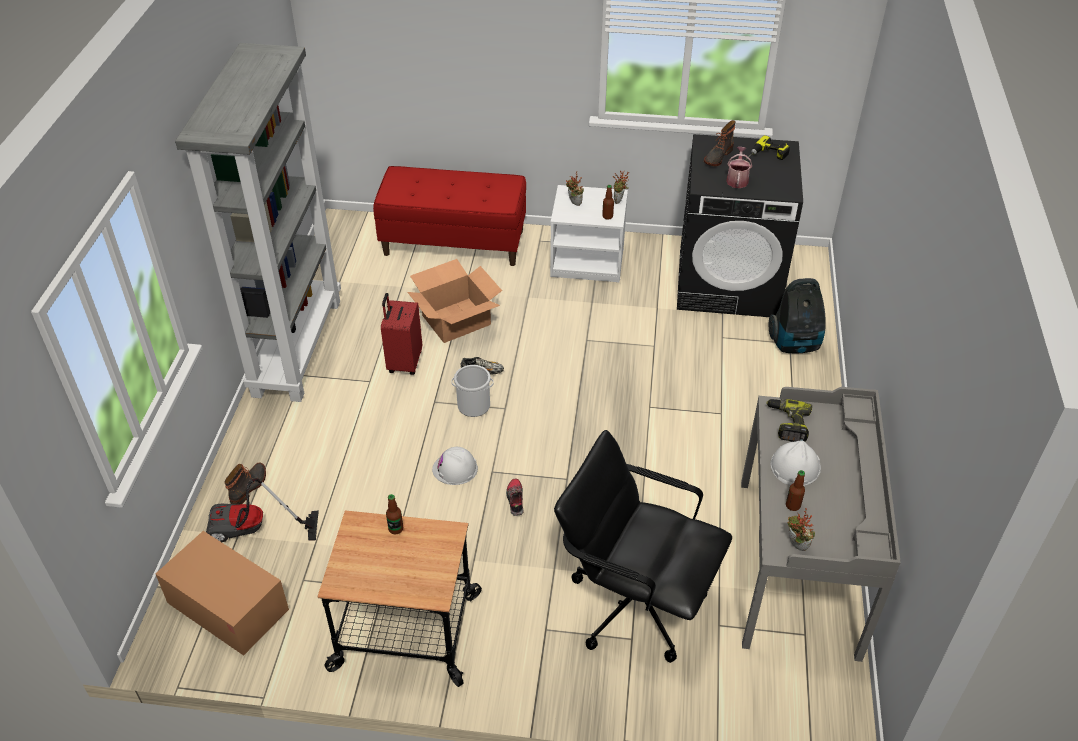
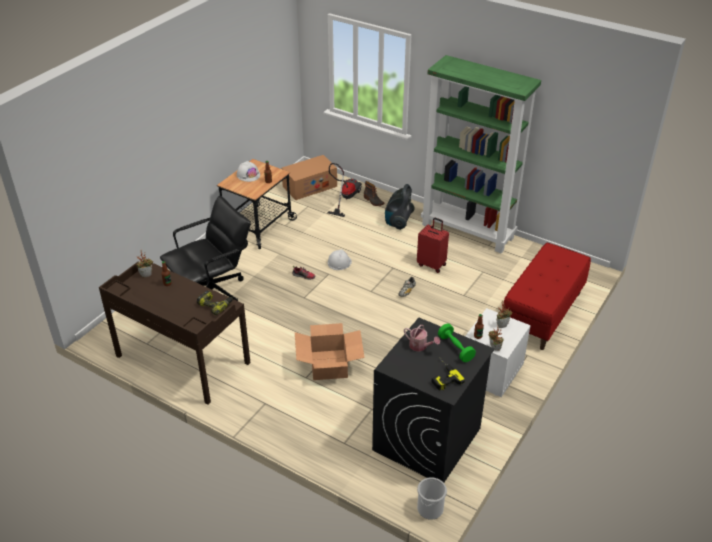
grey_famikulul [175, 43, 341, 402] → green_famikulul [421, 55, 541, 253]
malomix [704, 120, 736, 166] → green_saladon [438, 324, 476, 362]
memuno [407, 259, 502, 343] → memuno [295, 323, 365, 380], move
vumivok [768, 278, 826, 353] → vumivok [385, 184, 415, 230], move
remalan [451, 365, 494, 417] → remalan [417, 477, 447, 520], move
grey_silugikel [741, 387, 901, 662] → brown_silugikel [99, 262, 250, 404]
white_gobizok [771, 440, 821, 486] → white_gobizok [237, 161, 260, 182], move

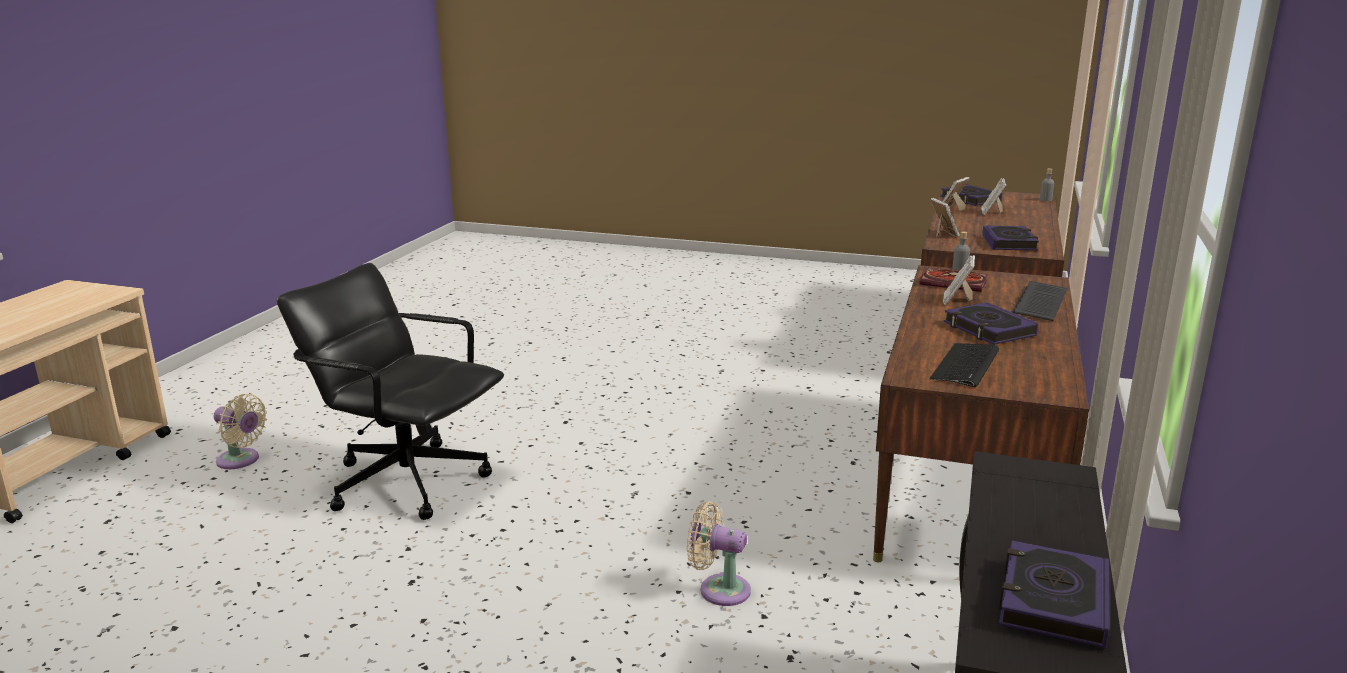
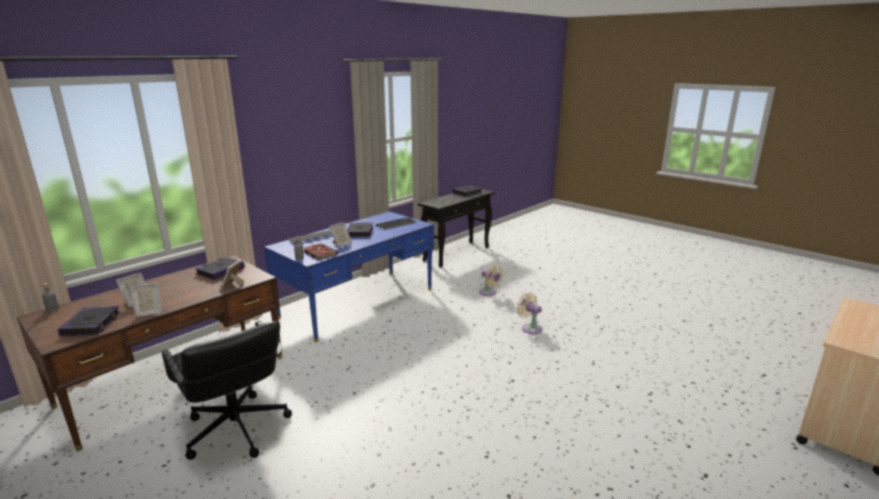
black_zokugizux [277, 263, 504, 520] → black_zokugizux [162, 321, 292, 460], move
brown_silugikel [873, 265, 1089, 562] → blue_silugikel [264, 211, 434, 342]
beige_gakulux [214, 394, 267, 469] → beige_gakulux [517, 293, 542, 334], move

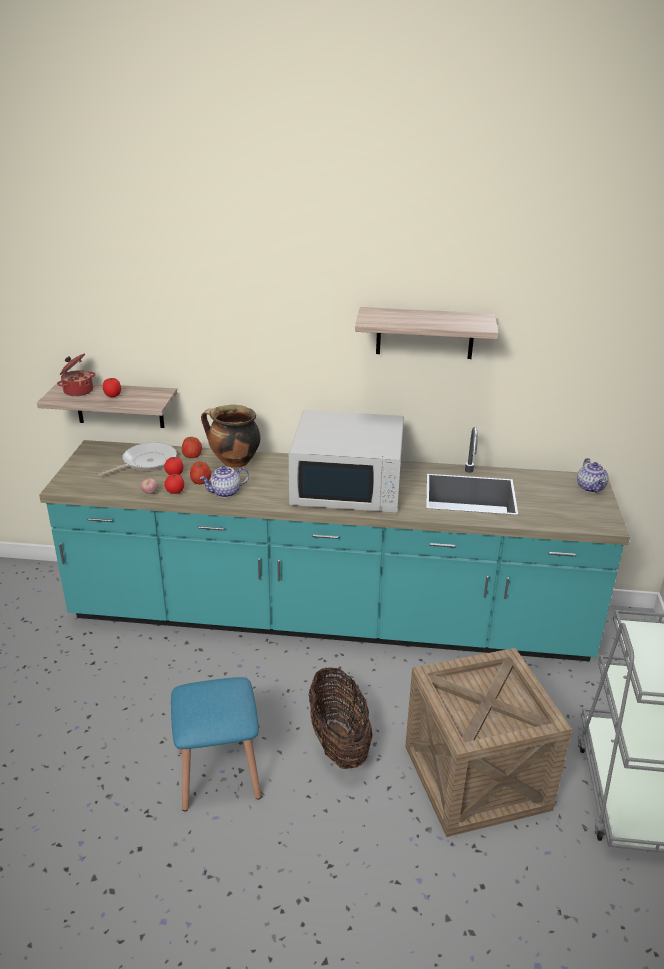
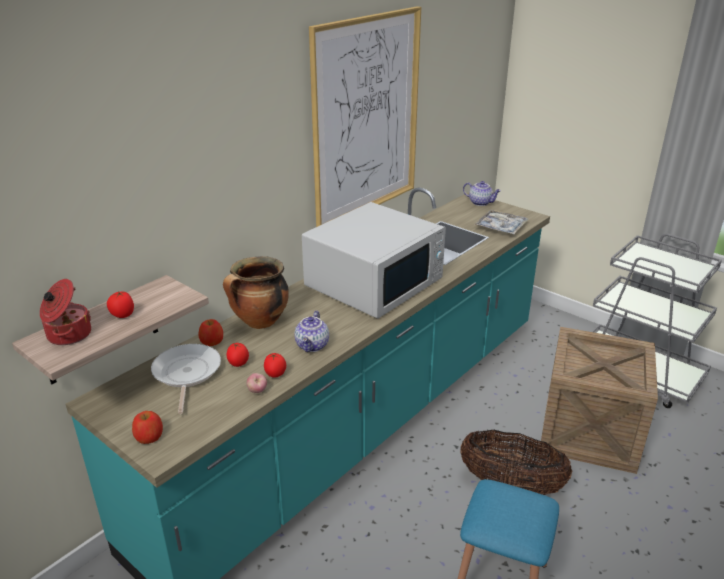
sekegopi [355, 307, 499, 359] → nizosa [309, 6, 421, 227]
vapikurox [190, 461, 211, 484] → vapikurox [132, 411, 163, 444], move
- → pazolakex [475, 209, 528, 234]

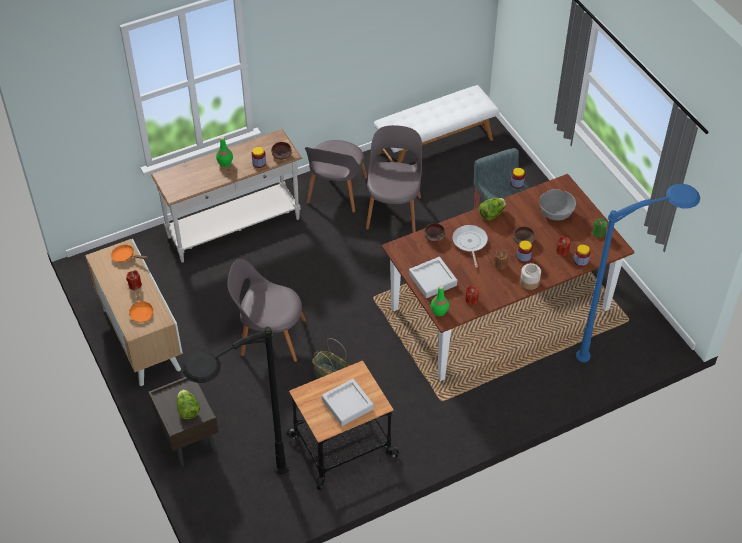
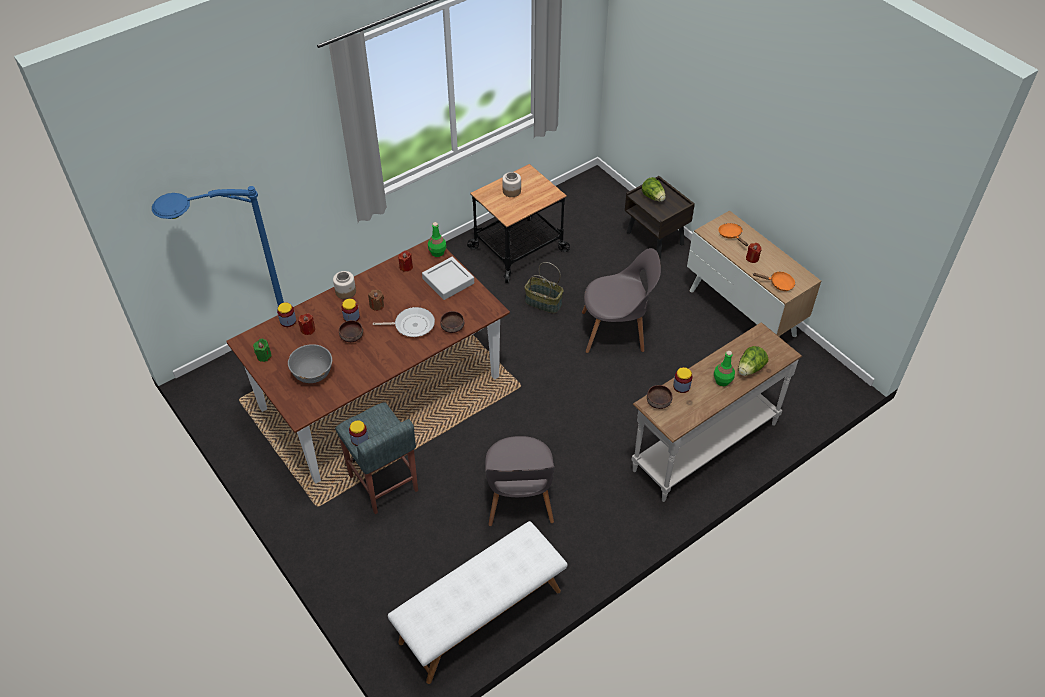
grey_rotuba [305, 140, 367, 213] → -
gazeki [479, 198, 506, 220] → gazeki [738, 346, 768, 376], move
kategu [452, 225, 488, 268] → kategu [373, 307, 435, 337], 75 degrees counterclockwise
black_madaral [183, 327, 289, 474] → -
grey_pazolakex [322, 379, 374, 426] → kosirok [502, 172, 521, 197]

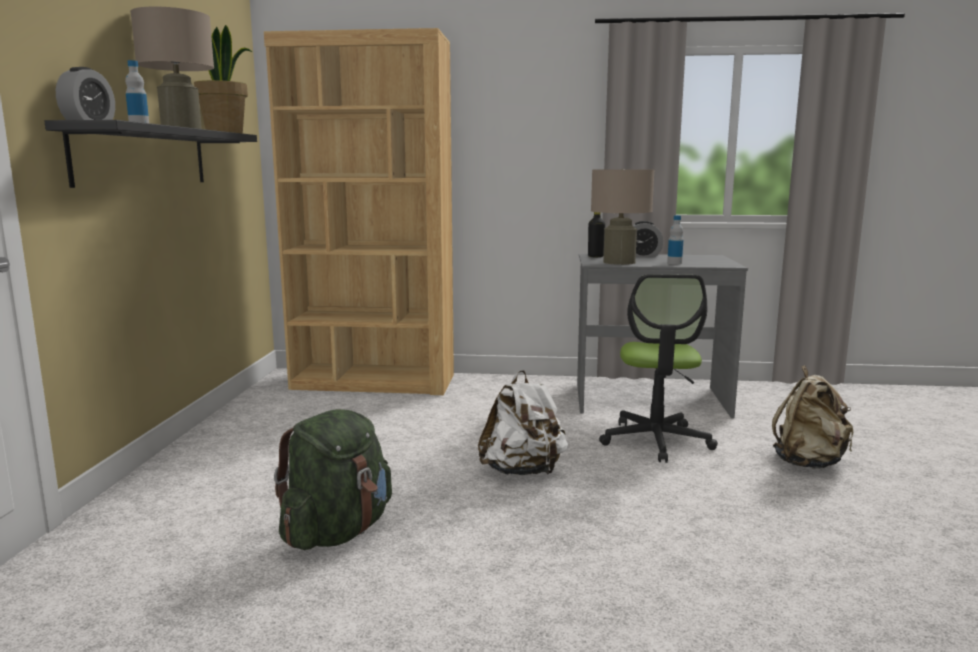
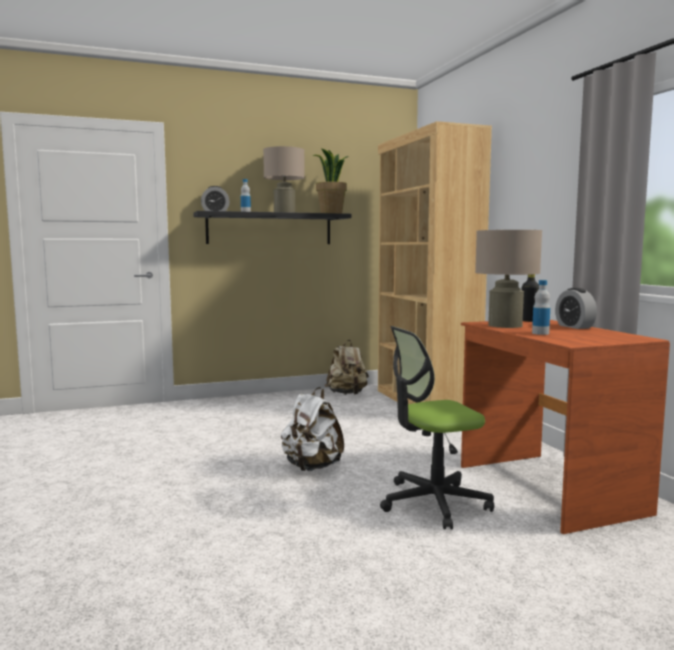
grey_silugikel [577, 254, 748, 418] → brown_silugikel [461, 320, 670, 534]
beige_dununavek [772, 366, 854, 469] → beige_dununavek [325, 340, 369, 395], move
green_dununavek [274, 409, 392, 550] → -

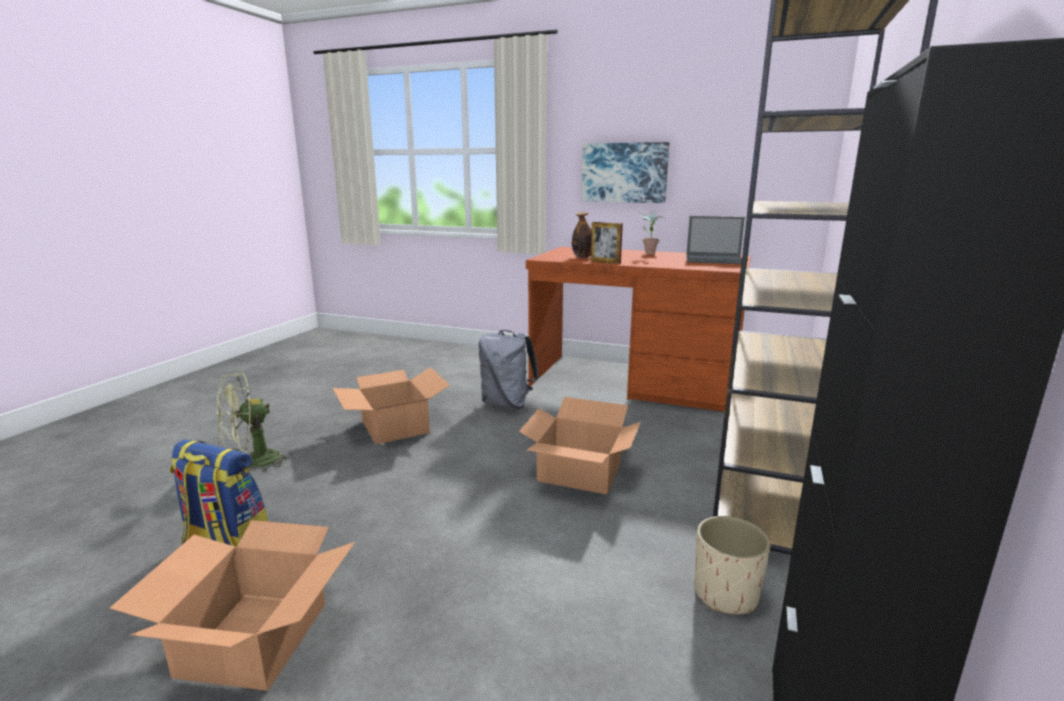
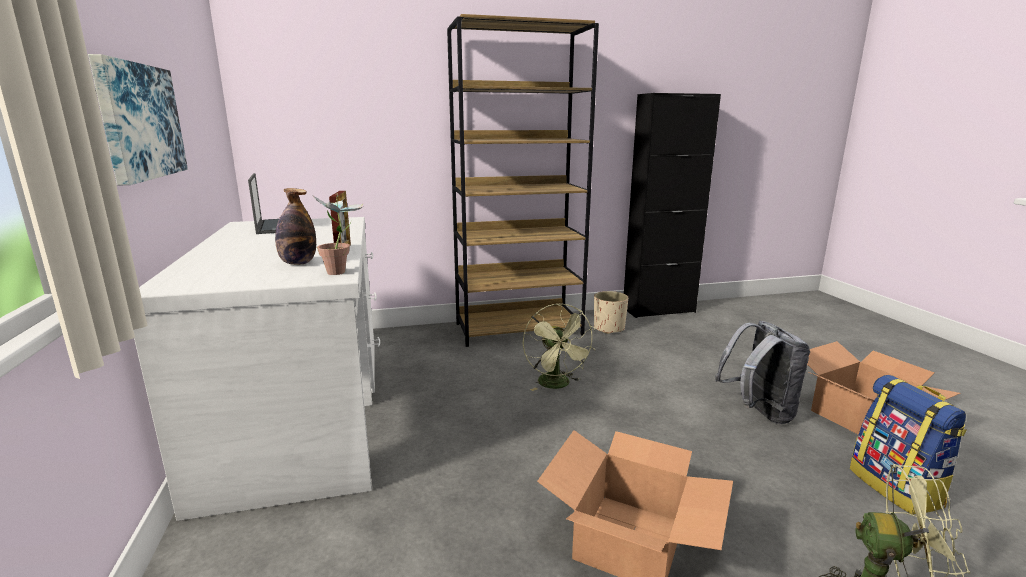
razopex [639, 211, 665, 254] → razopex [312, 193, 364, 275], move
brown_silugikel [526, 247, 751, 412] → white_silugikel [133, 217, 380, 521]
grey_dununavek [479, 330, 539, 409] → grey_dununavek [715, 321, 810, 424], move
memuno [519, 397, 641, 494] → green_gakulux [523, 304, 596, 391]

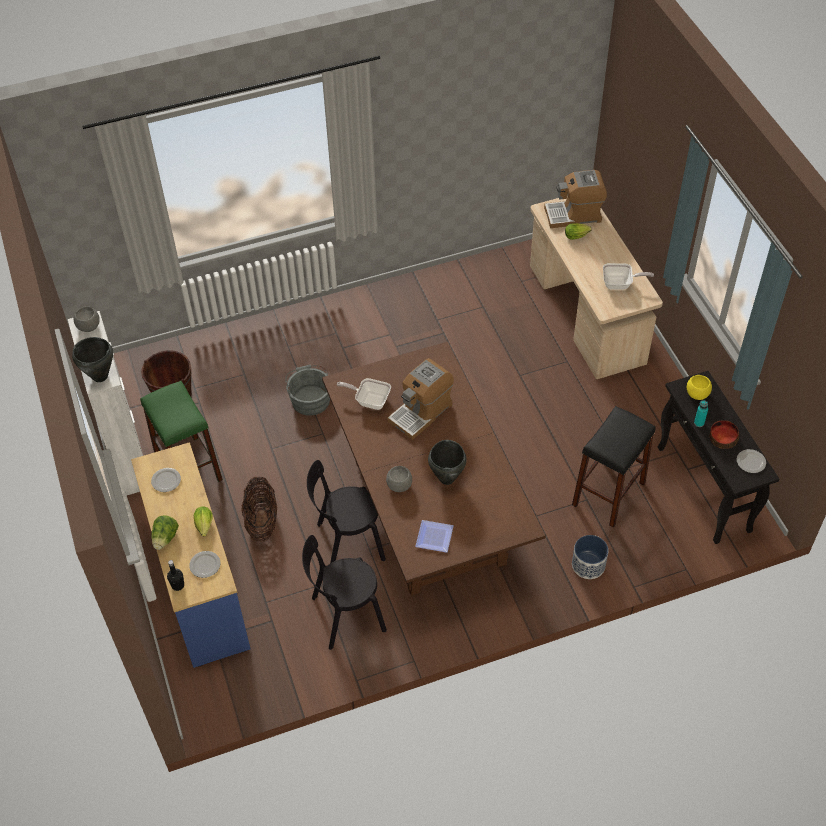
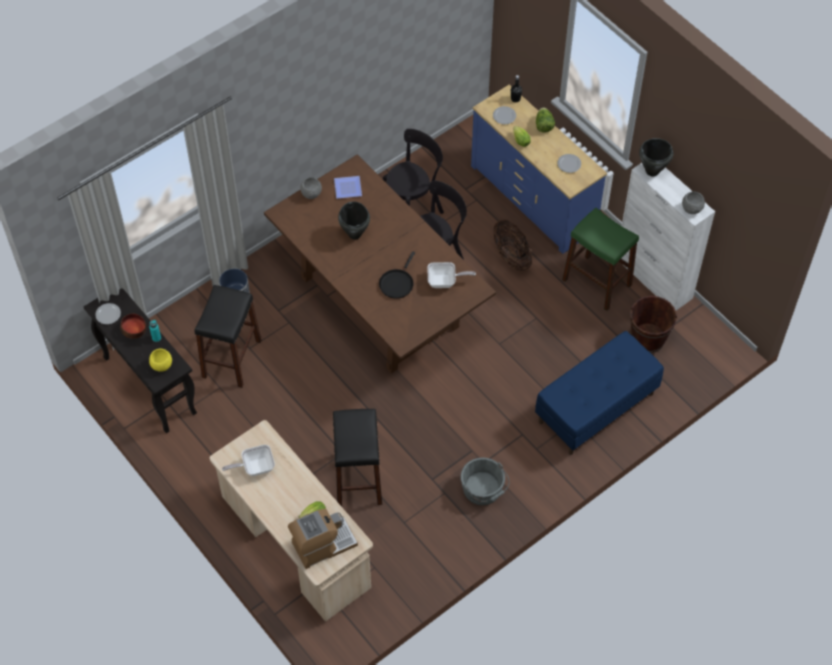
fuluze [387, 358, 454, 440] → black_kategu [379, 252, 415, 299]
grey_remalan [285, 365, 330, 416] → grey_remalan [460, 457, 510, 505], move
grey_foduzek [386, 466, 412, 492] → grey_foduzek [300, 177, 322, 199], move
- → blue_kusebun [535, 331, 664, 455]
- → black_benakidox [333, 409, 382, 507]

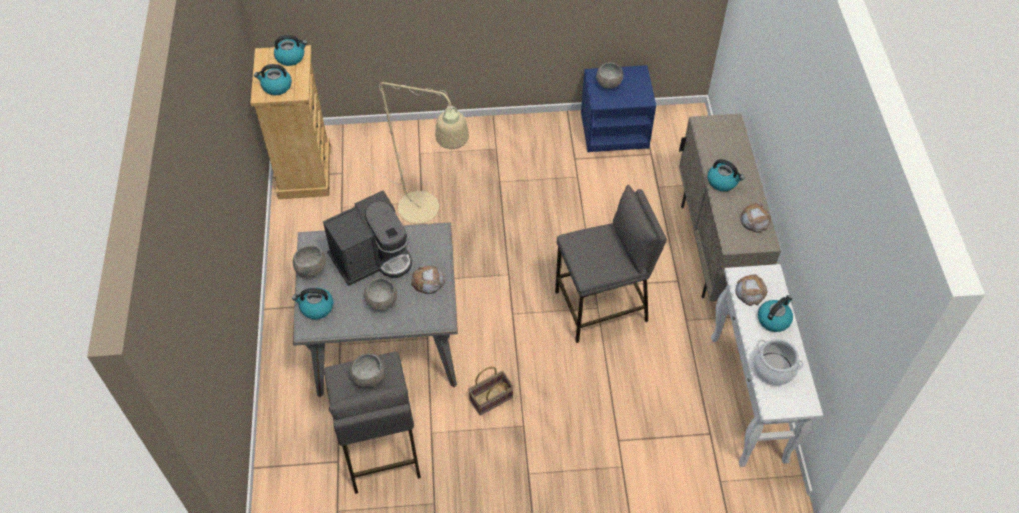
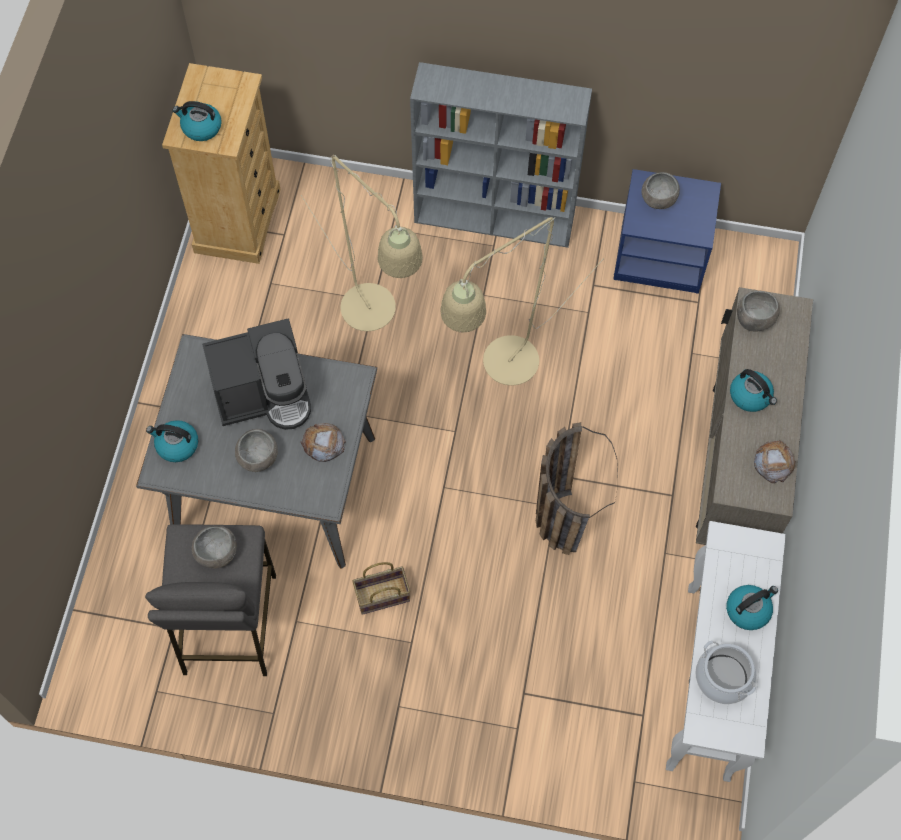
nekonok [274, 35, 307, 66] → -
grey_benakidox [555, 185, 667, 343] → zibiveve [536, 422, 618, 555]
grey_foduzek [293, 245, 326, 278] → grey_foduzek [737, 291, 780, 332], move
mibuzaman [735, 274, 768, 306] → -
- → grey_famikulul [410, 62, 592, 248]
- → beige_madaral [440, 217, 604, 385]

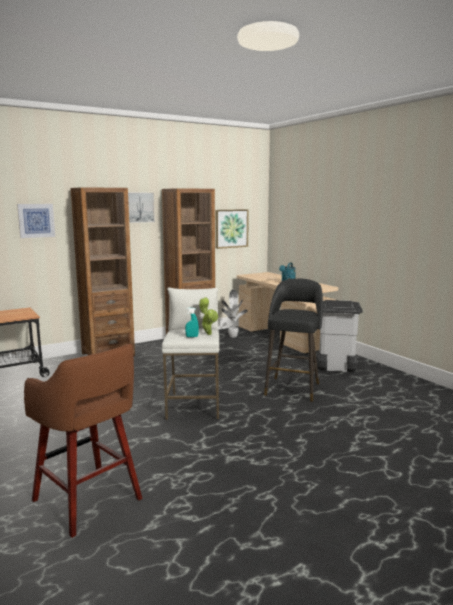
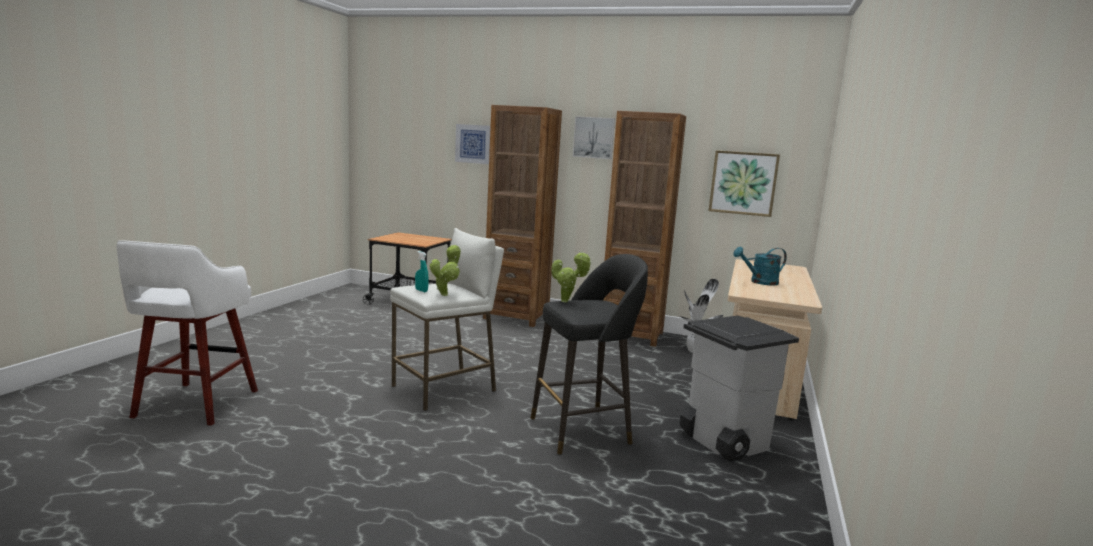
brown_benakidox [24, 344, 142, 538] → white_benakidox [116, 240, 258, 426]
- → razopex [551, 251, 592, 302]

